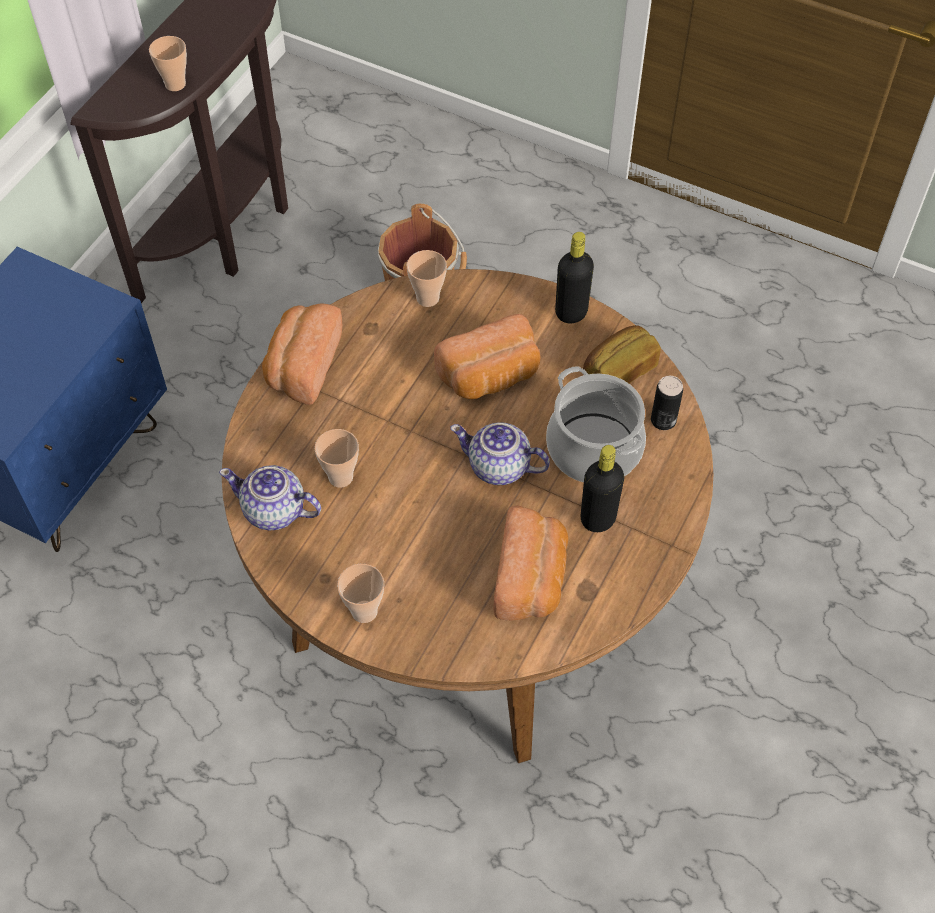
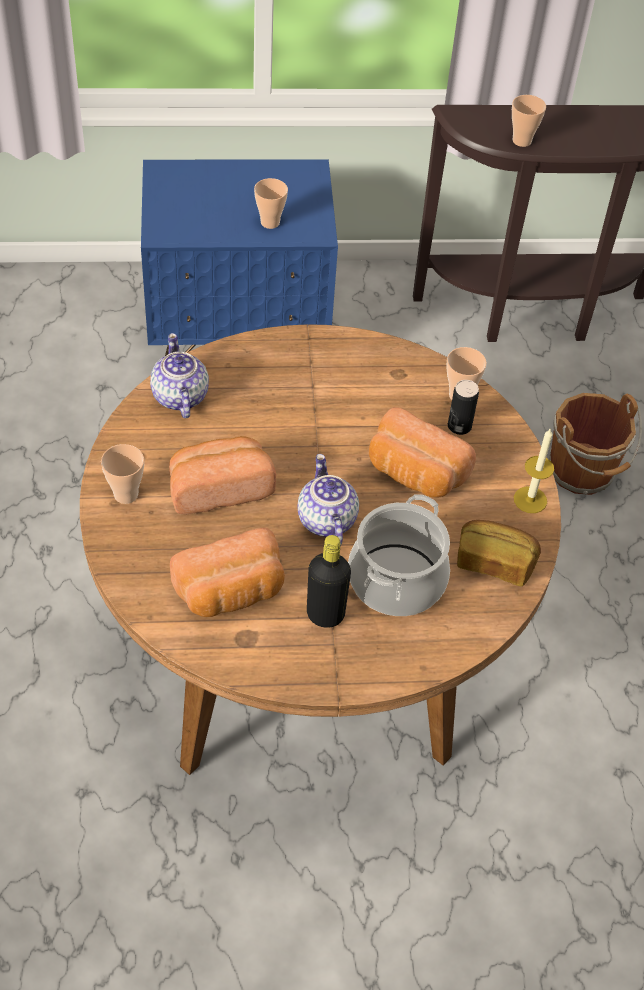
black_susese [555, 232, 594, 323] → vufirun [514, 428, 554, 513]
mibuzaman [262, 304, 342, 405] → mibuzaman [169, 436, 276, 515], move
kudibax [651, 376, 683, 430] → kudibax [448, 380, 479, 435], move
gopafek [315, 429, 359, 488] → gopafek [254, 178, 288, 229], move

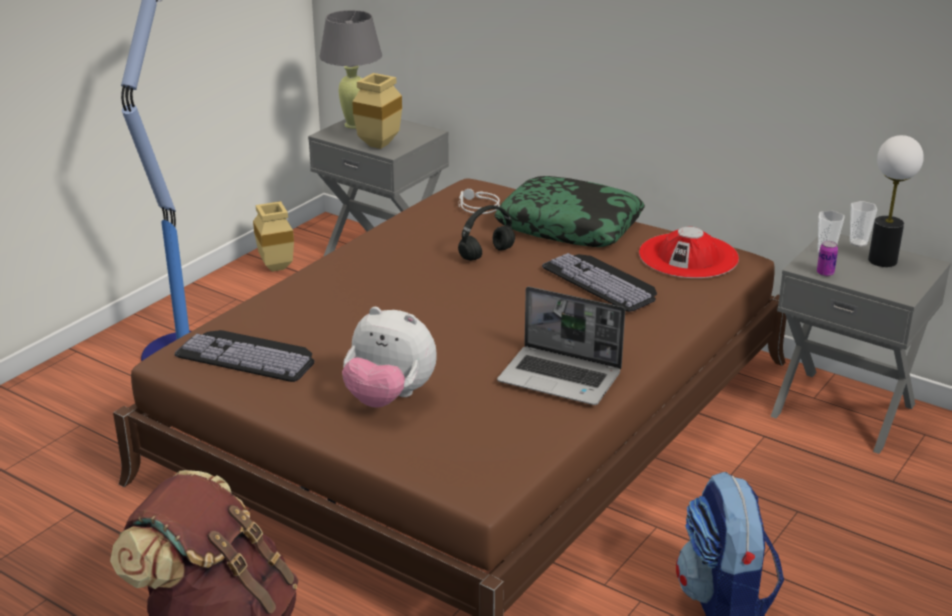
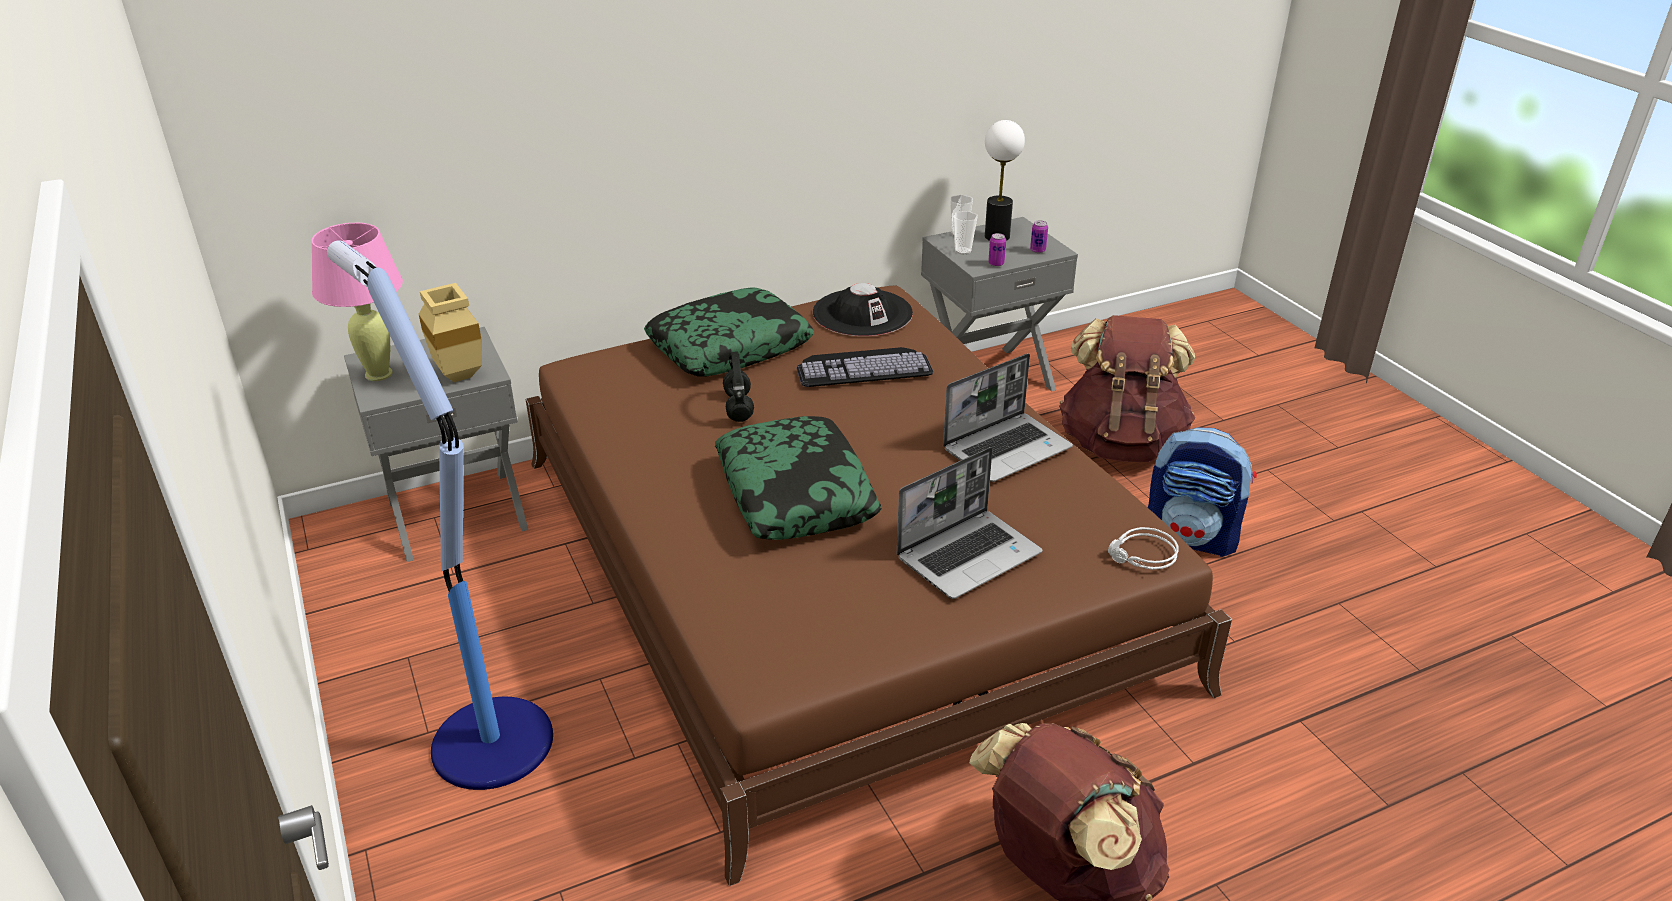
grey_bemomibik [319, 10, 382, 129] → pink_bemomibik [311, 223, 403, 381]
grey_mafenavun [459, 189, 500, 214] → grey_mafenavun [1108, 527, 1179, 570], move
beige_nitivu [253, 201, 294, 272] → -
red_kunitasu [639, 227, 739, 278] → black_kunitasu [813, 283, 913, 336]
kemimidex [342, 307, 436, 408] → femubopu [897, 447, 1042, 599]
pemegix [175, 330, 314, 382] → -
- → kudibax [1030, 220, 1048, 253]
- → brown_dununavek [1059, 315, 1195, 462]
- → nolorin [715, 416, 881, 540]

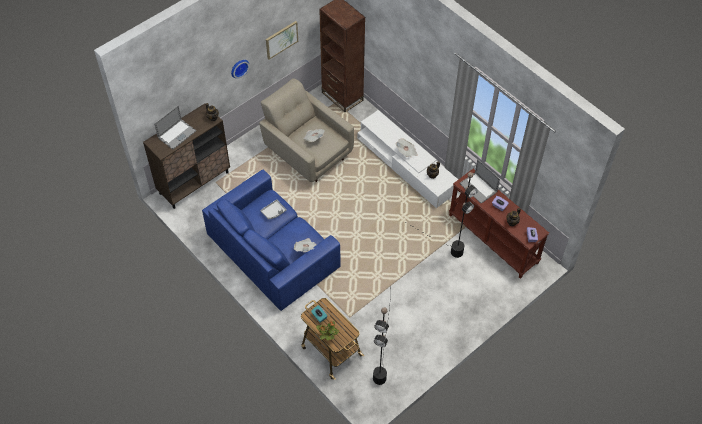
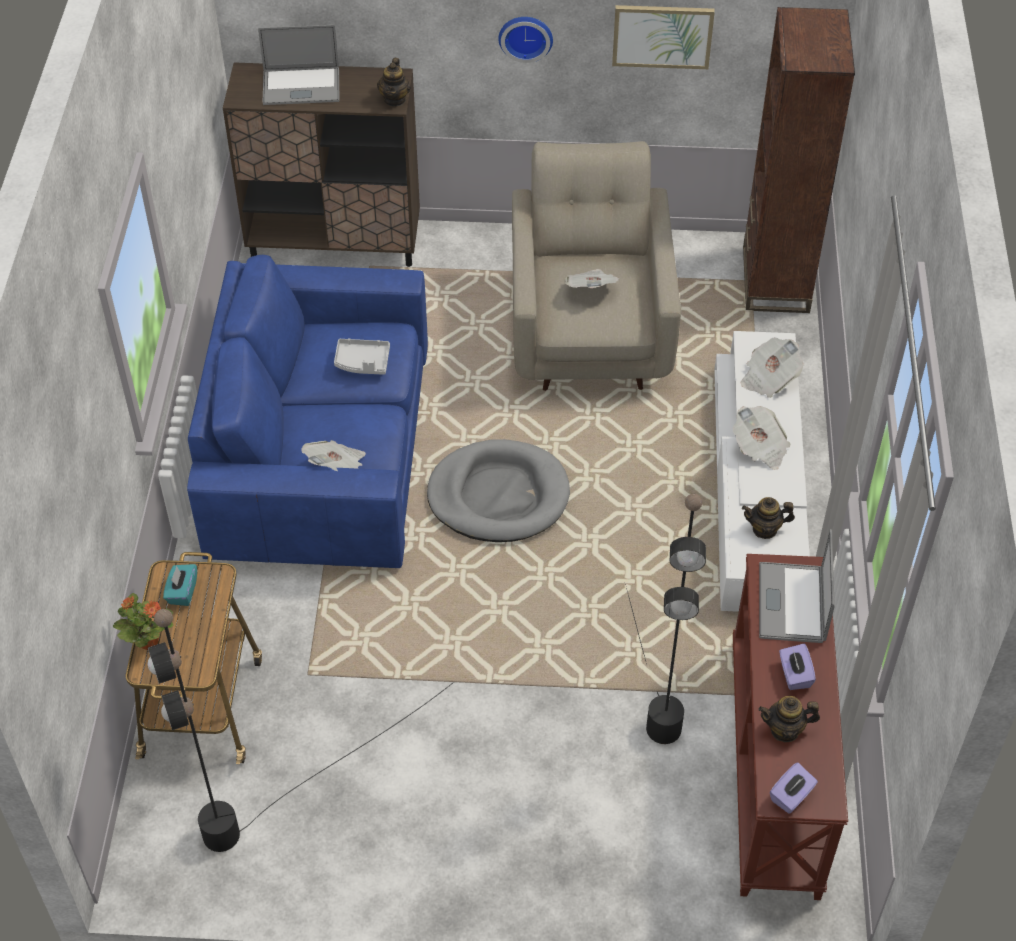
- → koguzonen [741, 337, 803, 398]
- → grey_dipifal [427, 439, 570, 542]

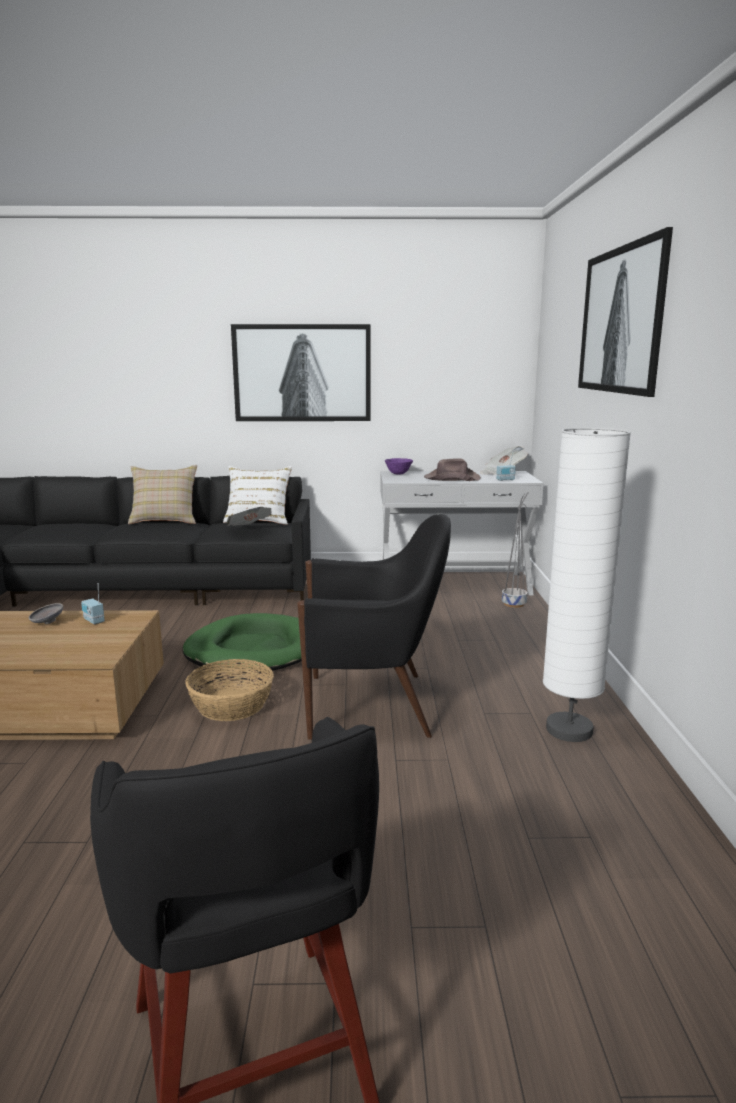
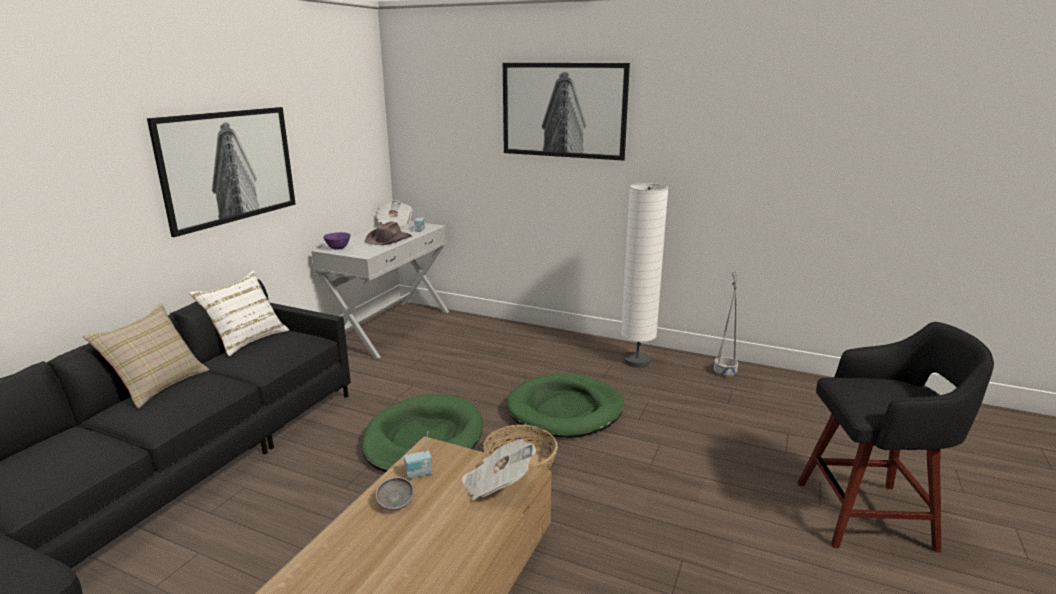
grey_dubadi [502, 492, 529, 608] → grey_dubadi [714, 270, 738, 377], move
koguzonen [226, 507, 272, 526] → koguzonen [462, 439, 536, 500], move
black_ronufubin [297, 514, 451, 740] → green_dipifal [506, 373, 624, 438]

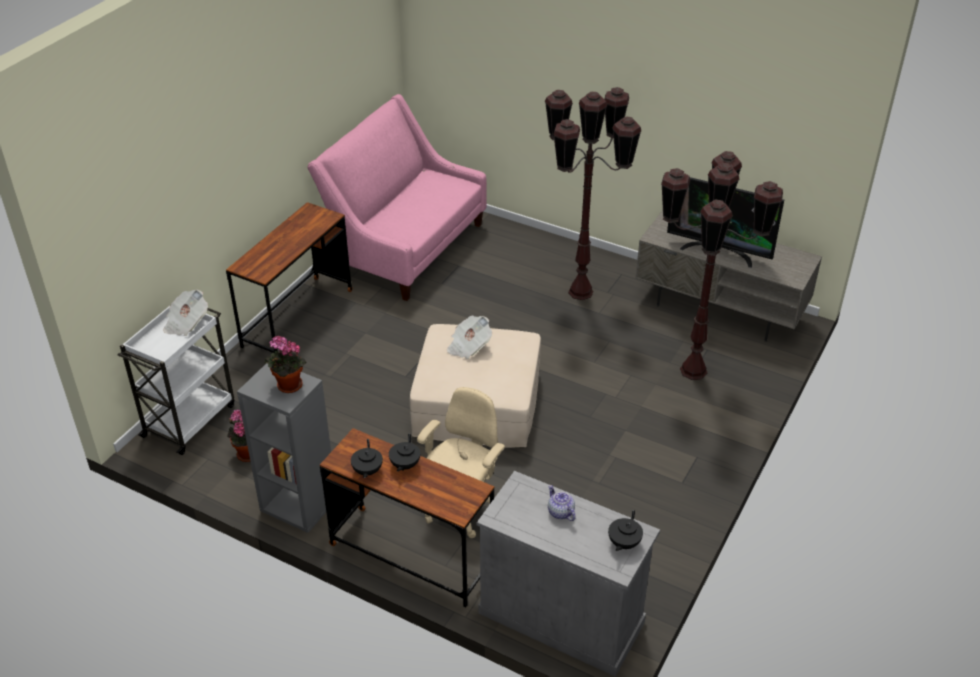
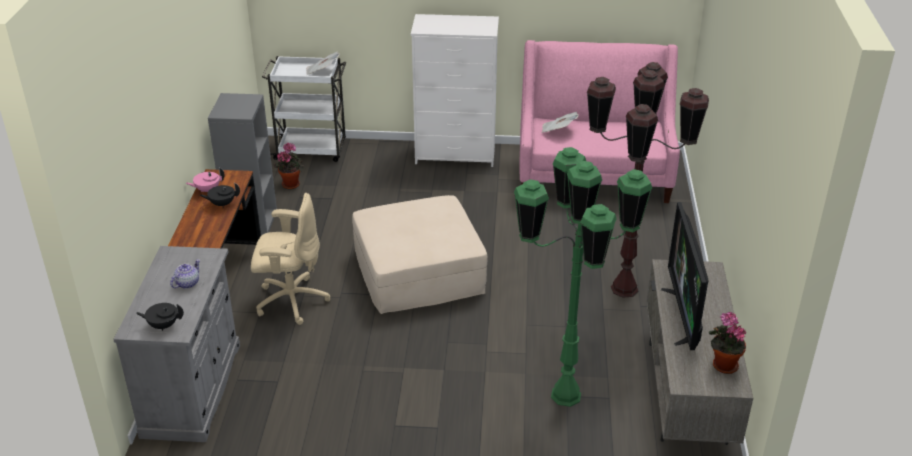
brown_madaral [661, 151, 783, 380] → green_madaral [514, 147, 652, 407]
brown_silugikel [226, 202, 353, 353] → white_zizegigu [411, 14, 499, 167]
koguzonen [447, 316, 492, 359] → koguzonen [541, 112, 579, 133], move
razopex [264, 336, 306, 393] → razopex [709, 312, 746, 374], move
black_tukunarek [351, 439, 383, 478] → pink_tukunarek [186, 168, 225, 192]

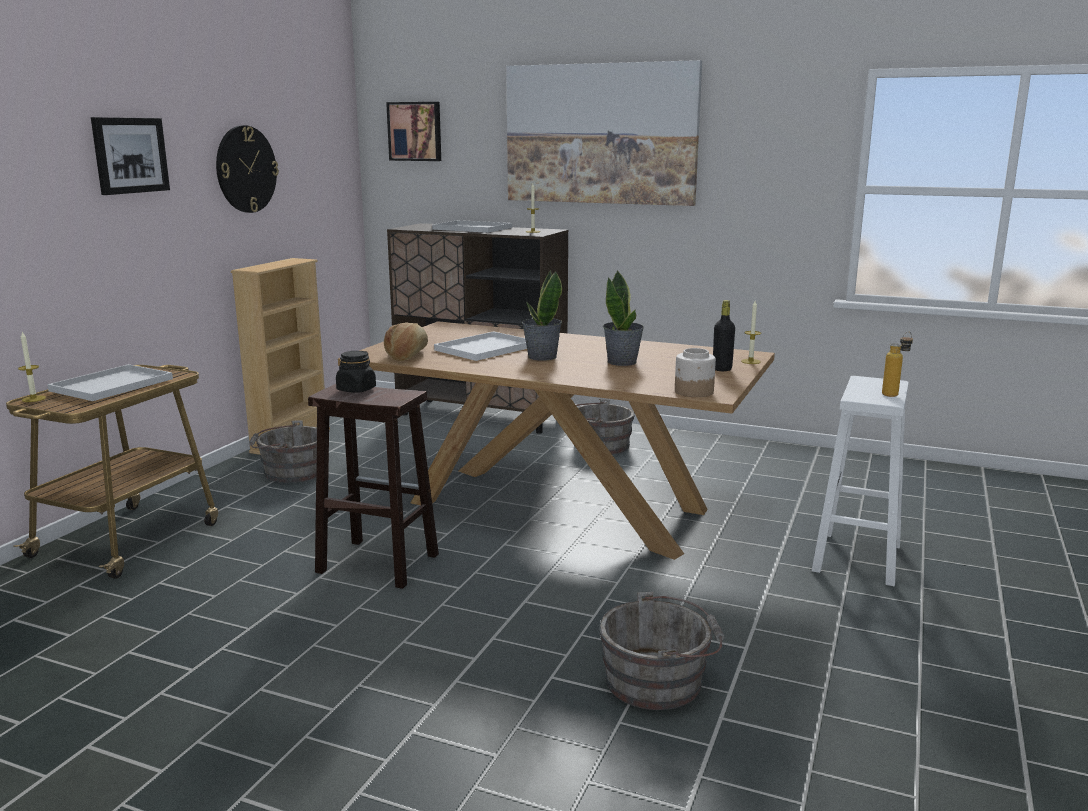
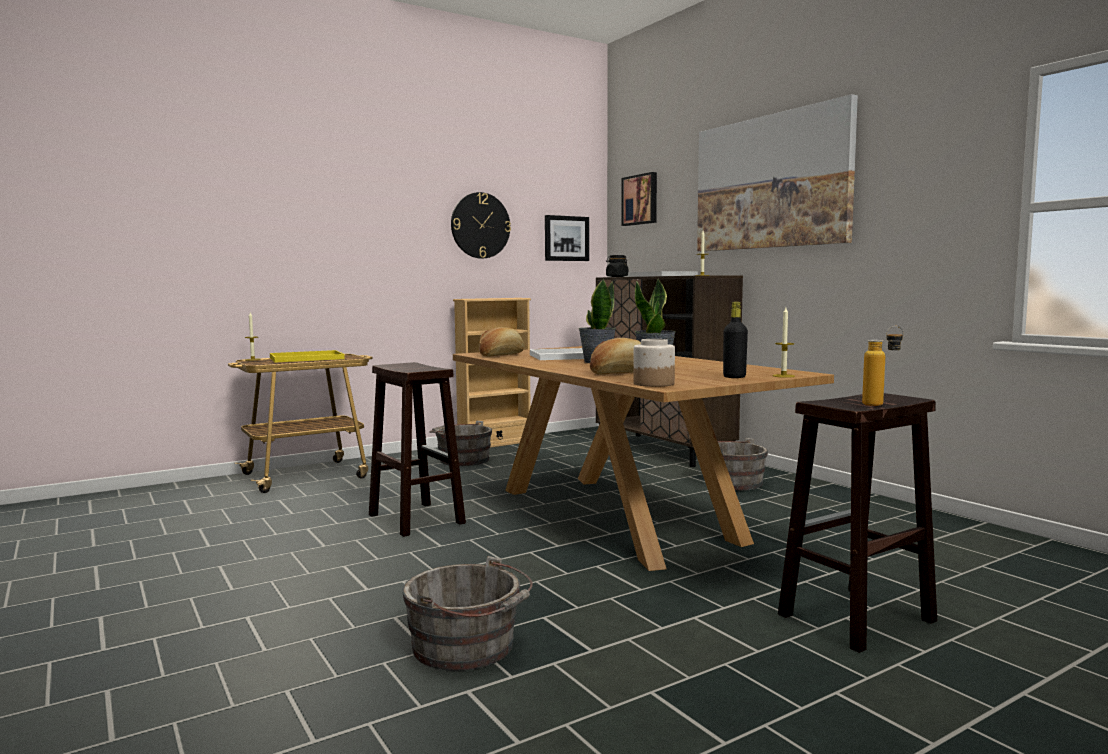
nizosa [91, 117, 170, 195] → nizosa [545, 215, 589, 261], move
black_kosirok [336, 351, 376, 393] → black_kosirok [606, 255, 629, 277], move
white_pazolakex [47, 364, 173, 401] → yellow_pazolakex [270, 350, 345, 362]
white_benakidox [811, 376, 909, 586] → brown_benakidox [778, 393, 937, 653]
- → mibuzaman [590, 338, 641, 375]

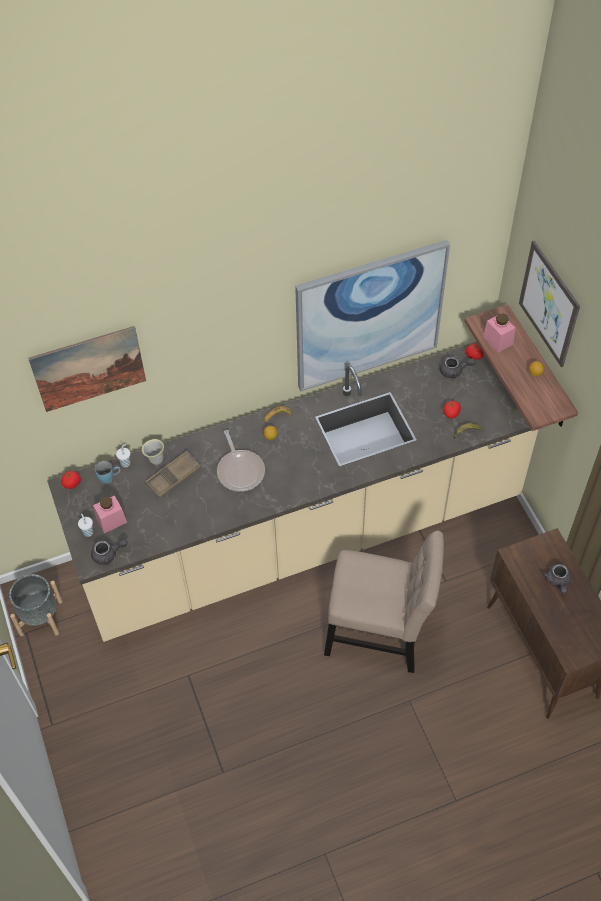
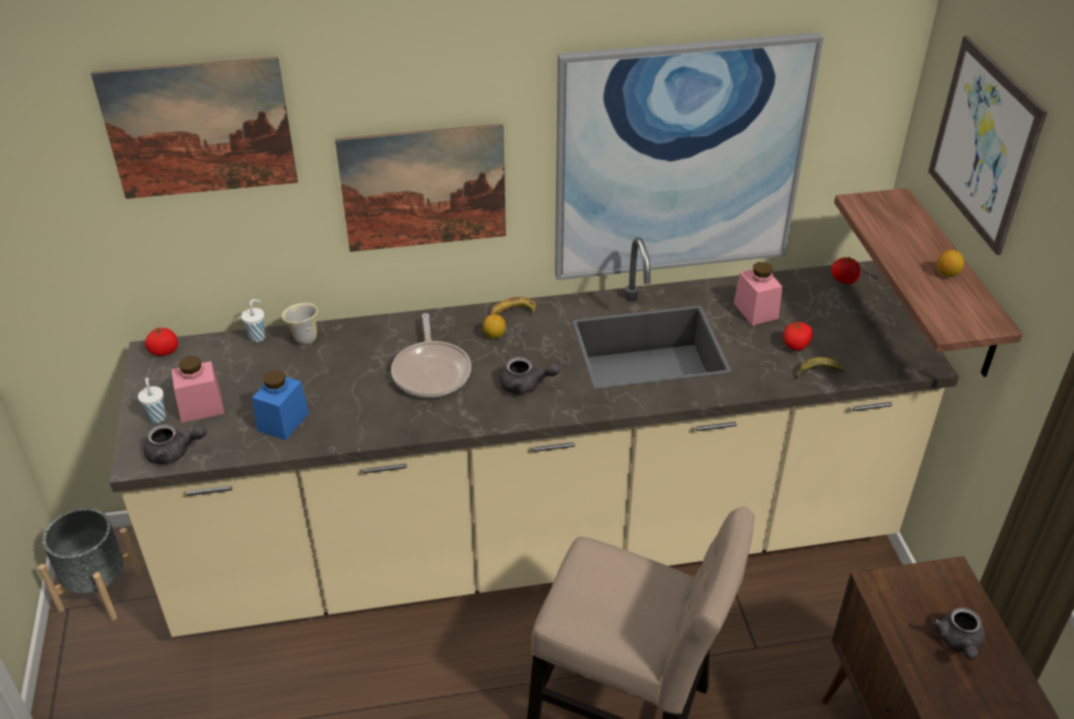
pink_kosirok [483, 313, 515, 352] → pink_kosirok [734, 262, 783, 325], move
grey_tukunarek [440, 357, 476, 379] → grey_tukunarek [500, 357, 560, 394], move
brown_pazolakex [145, 451, 201, 498] → -
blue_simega [95, 461, 120, 484] → -
- → nizosa [335, 124, 506, 252]
- → blue_kosirok [252, 370, 309, 440]

